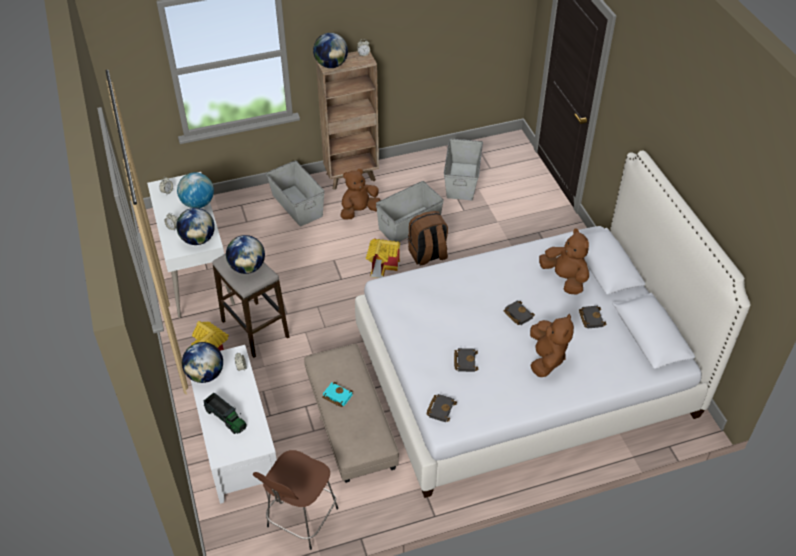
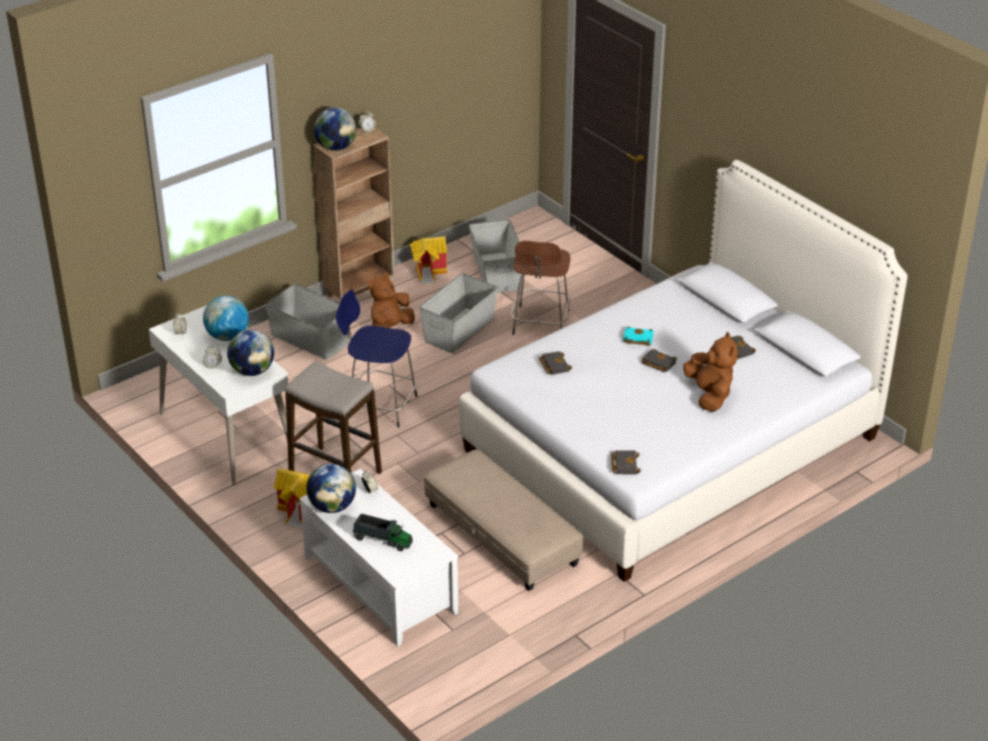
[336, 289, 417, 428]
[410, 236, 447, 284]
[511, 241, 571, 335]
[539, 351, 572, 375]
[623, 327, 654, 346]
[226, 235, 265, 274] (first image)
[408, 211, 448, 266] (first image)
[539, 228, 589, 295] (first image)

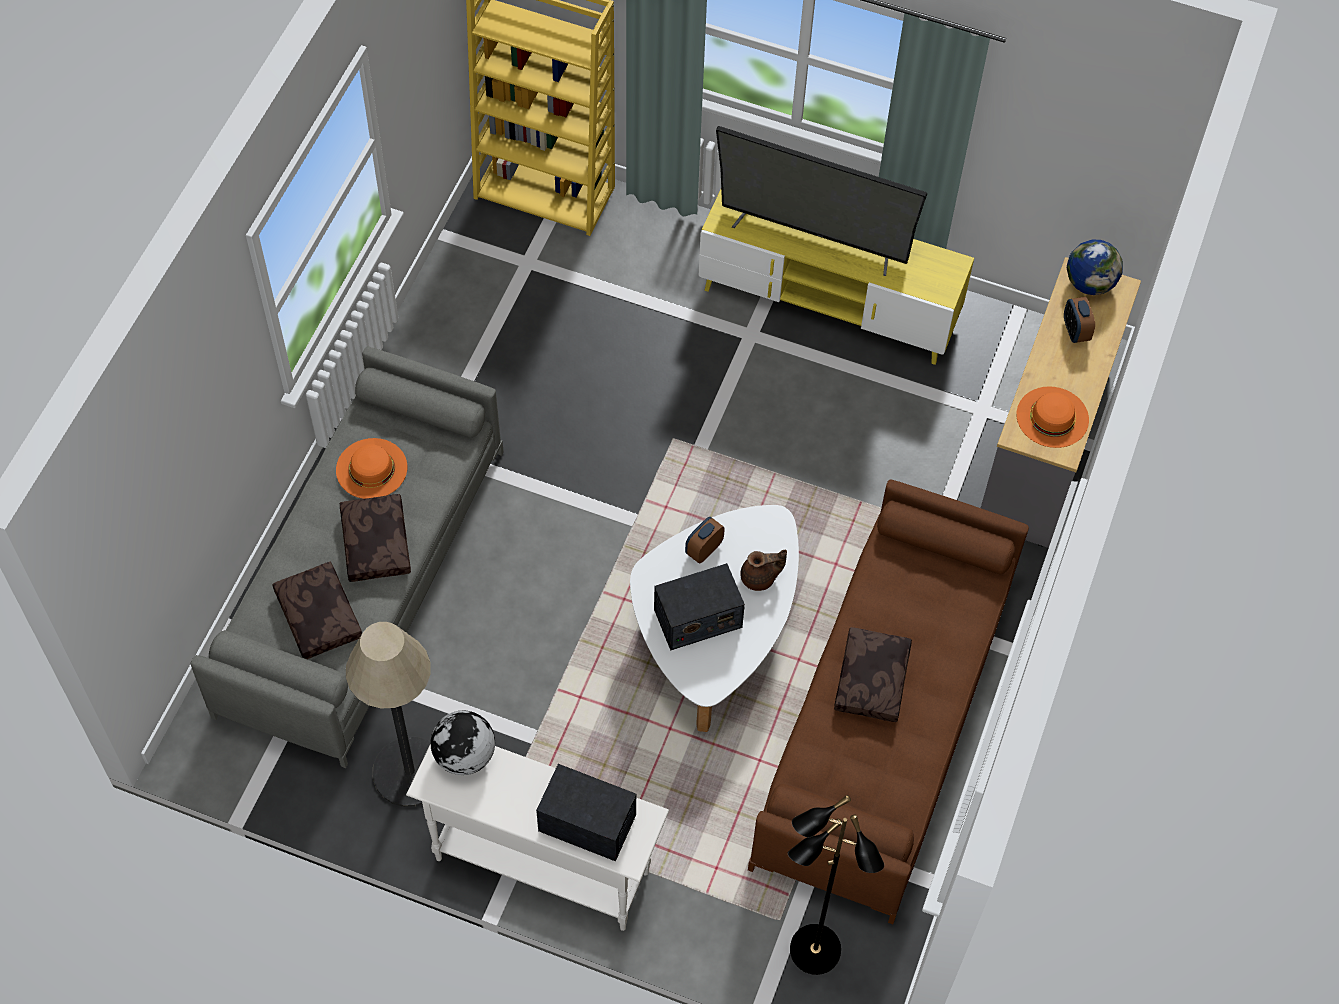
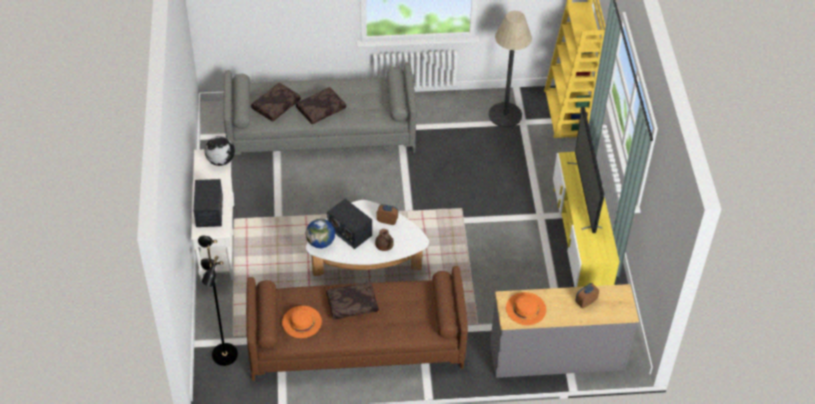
[282, 306, 322, 338]
[306, 219, 335, 248]
[489, 11, 532, 127]

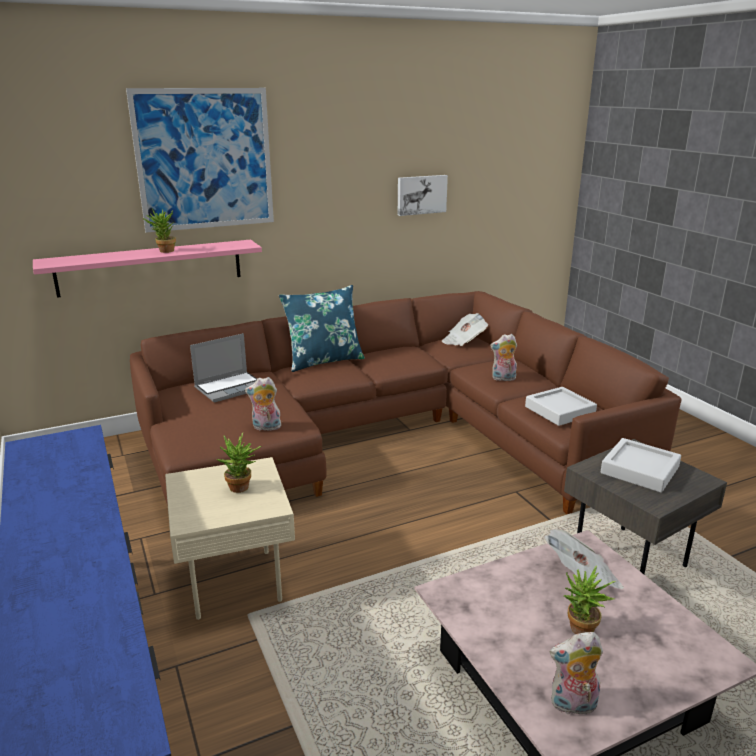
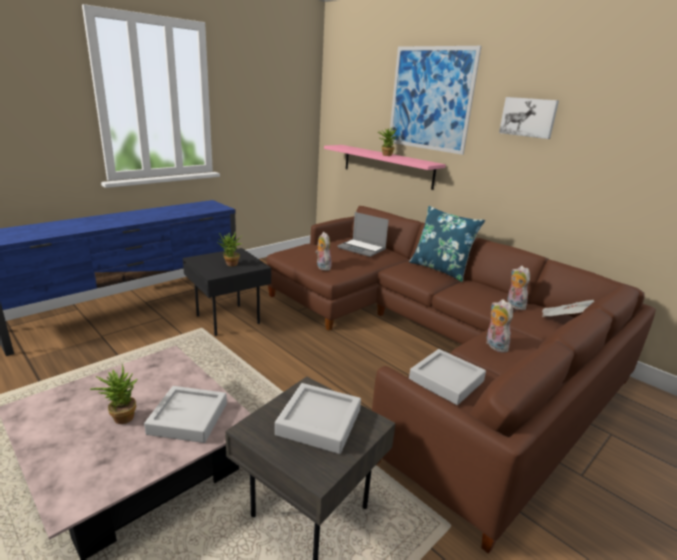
[144, 386, 227, 443]
[183, 248, 271, 336]
[499, 97, 559, 139]
[507, 266, 530, 310]

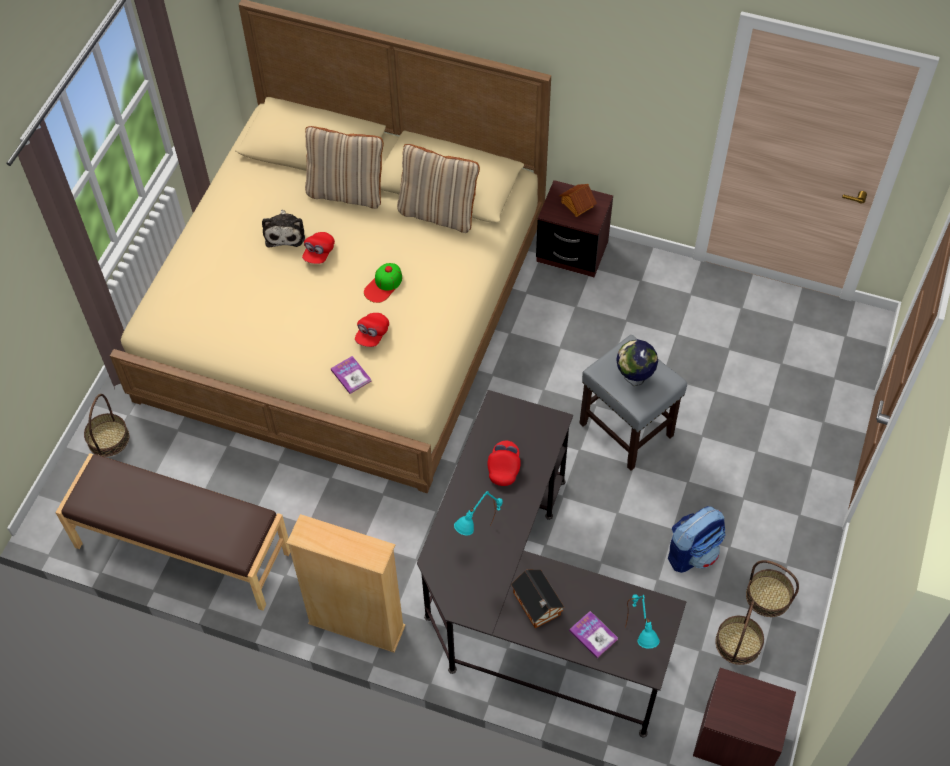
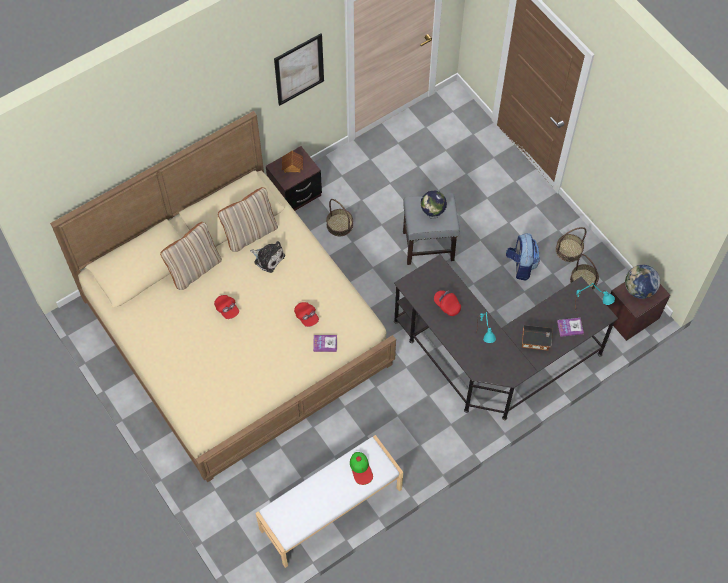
[250, 241, 285, 273]
[255, 435, 403, 568]
[274, 33, 324, 106]
[326, 199, 353, 236]
[350, 452, 373, 485]
[625, 265, 660, 299]
[286, 514, 406, 653] (first image)

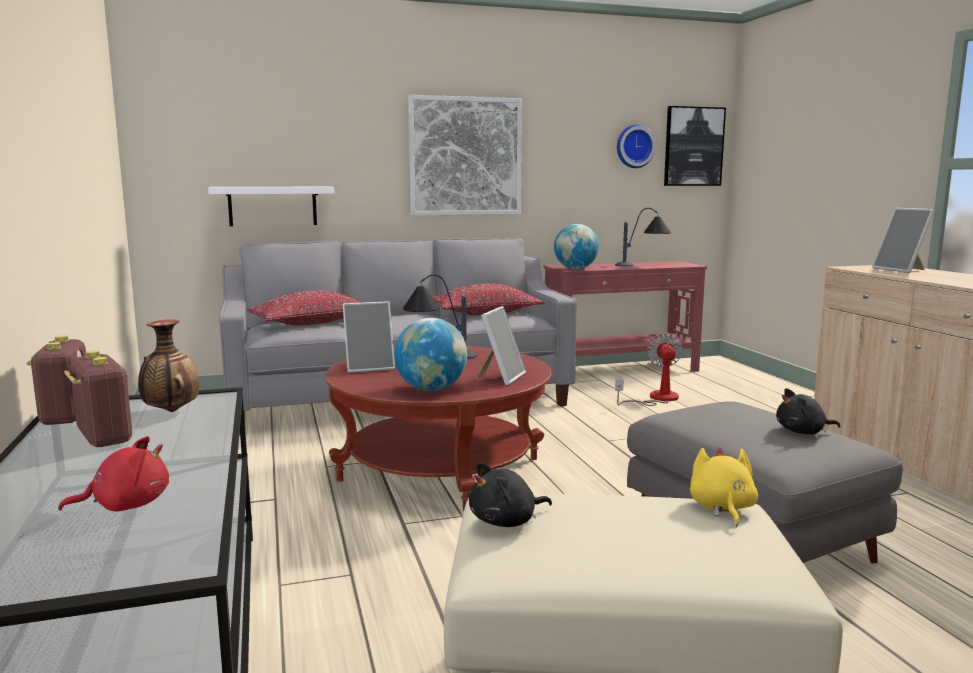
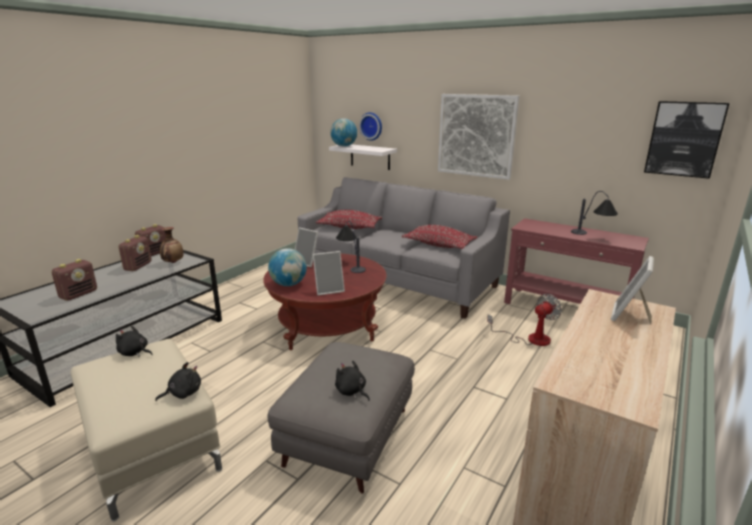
[52, 259, 97, 301]
[155, 362, 201, 401]
[330, 118, 357, 147]
[359, 112, 382, 141]

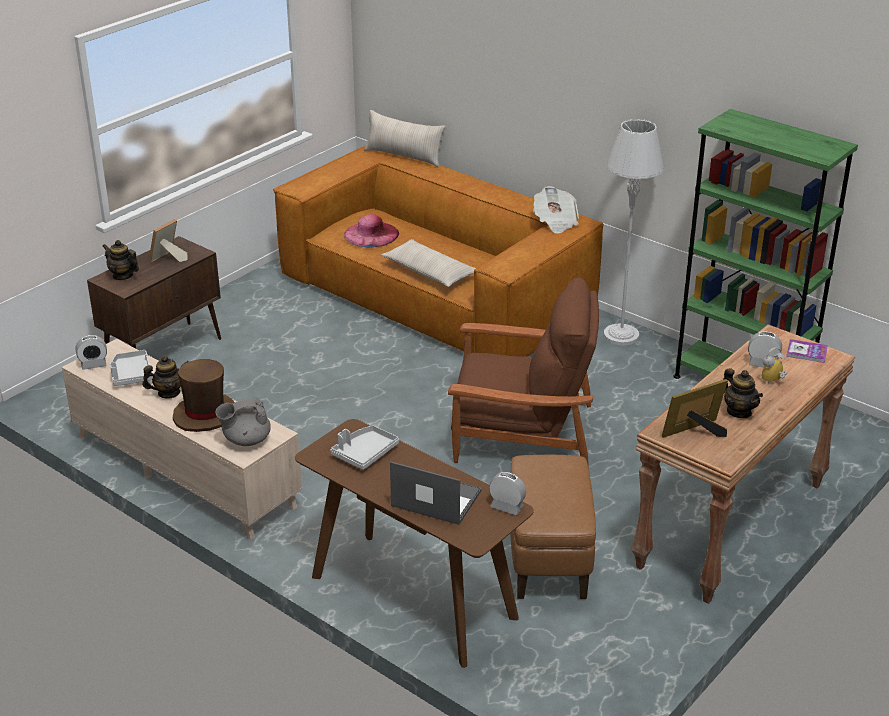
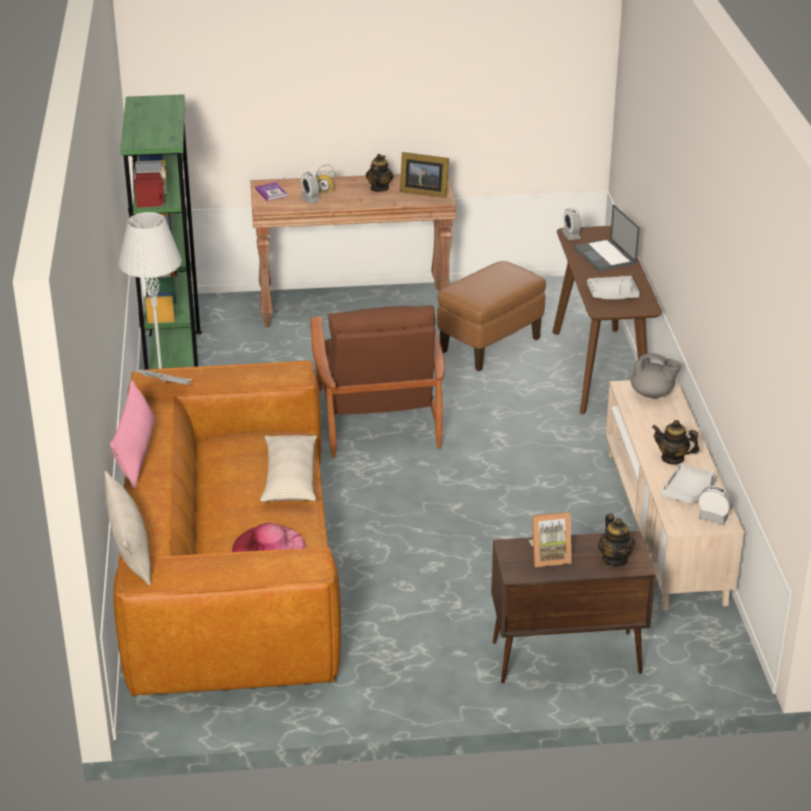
[110, 380, 155, 489]
[311, 305, 445, 457]
[173, 359, 235, 432] (first image)

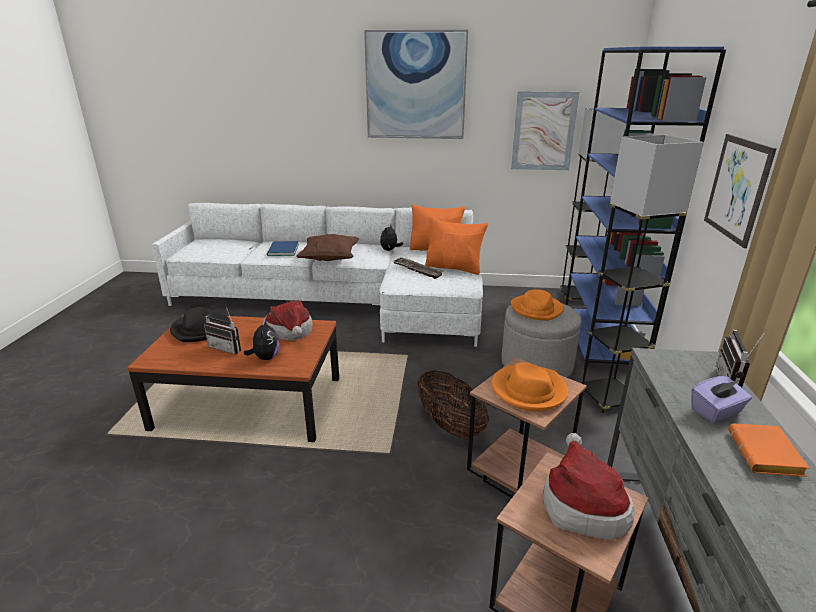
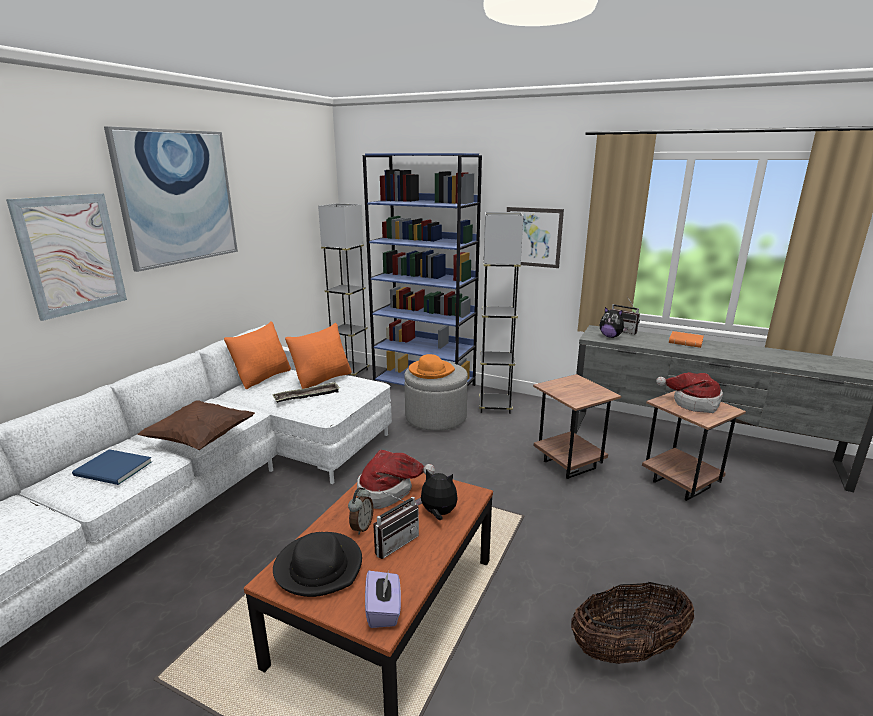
[6, 193, 127, 321]
[348, 488, 374, 535]
[365, 571, 401, 628]
[571, 581, 694, 664]
[600, 307, 628, 338]
[492, 362, 568, 411] (first image)

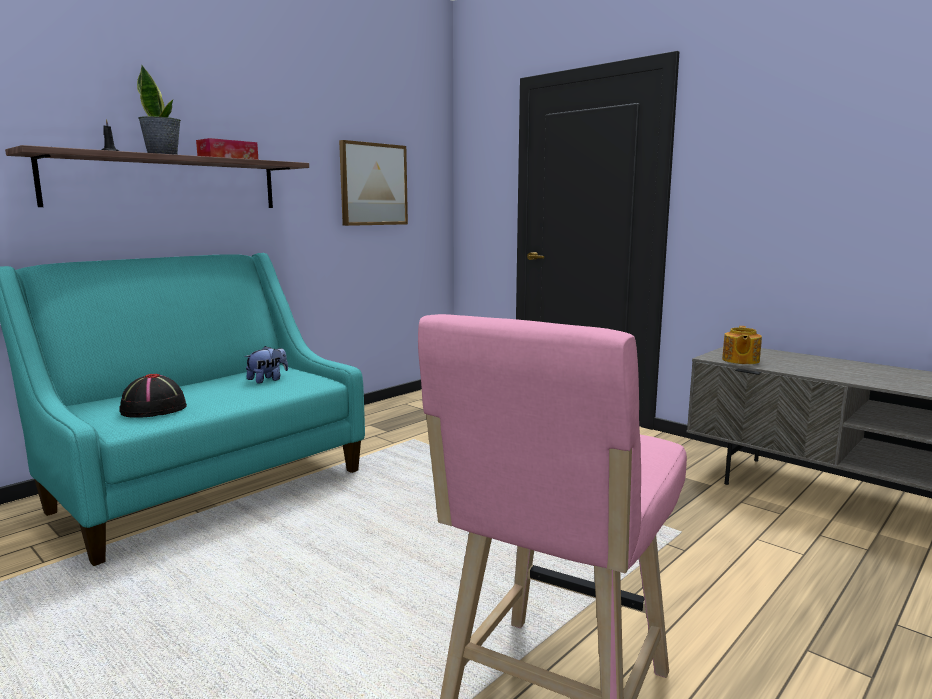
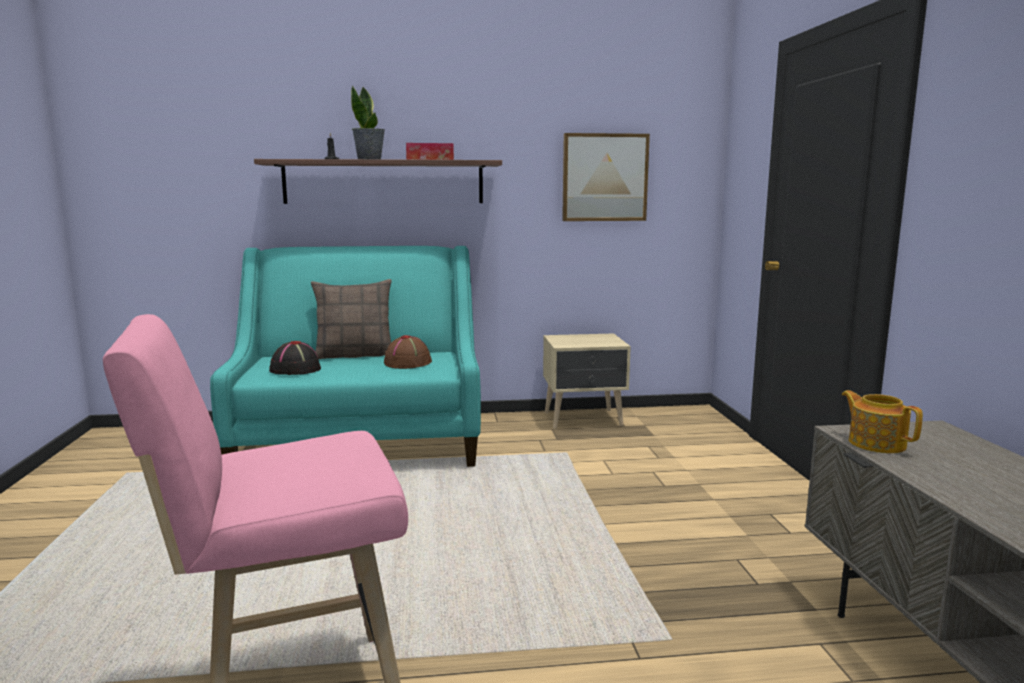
[311, 279, 392, 359]
[384, 335, 432, 369]
[543, 333, 631, 429]
[842, 390, 923, 453]

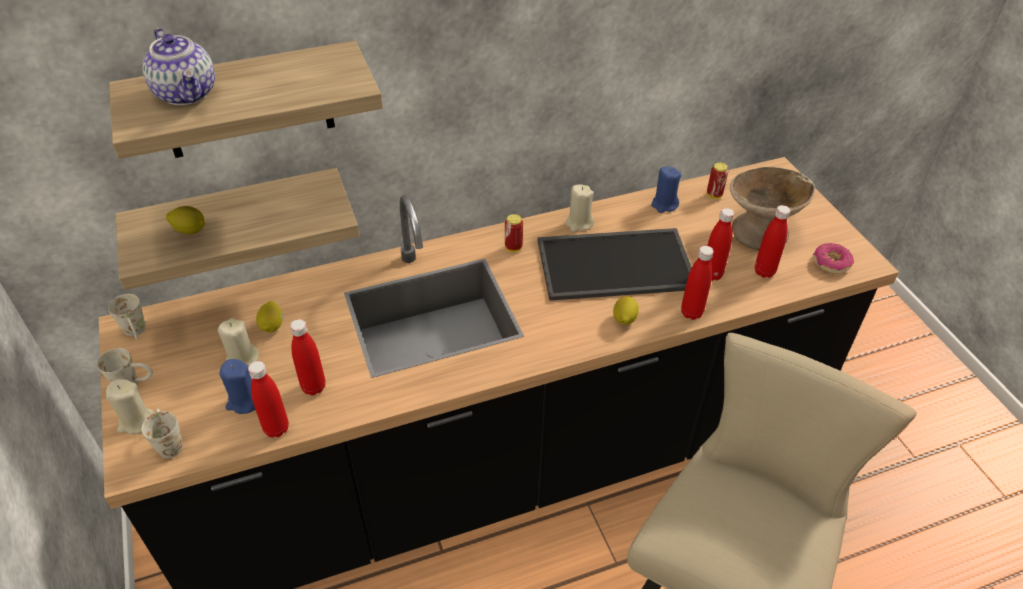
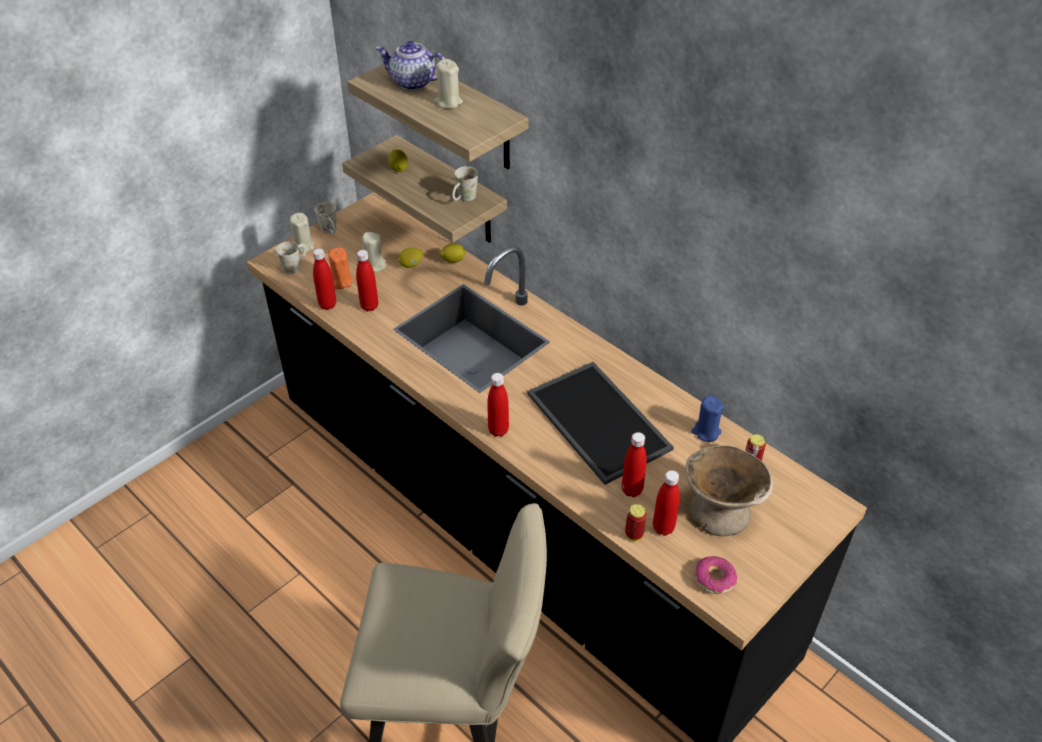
[328, 248, 353, 289]
[376, 41, 445, 91]
[434, 59, 463, 109]
[440, 243, 466, 263]
[452, 166, 478, 201]
[487, 373, 509, 437]
[625, 504, 647, 541]

